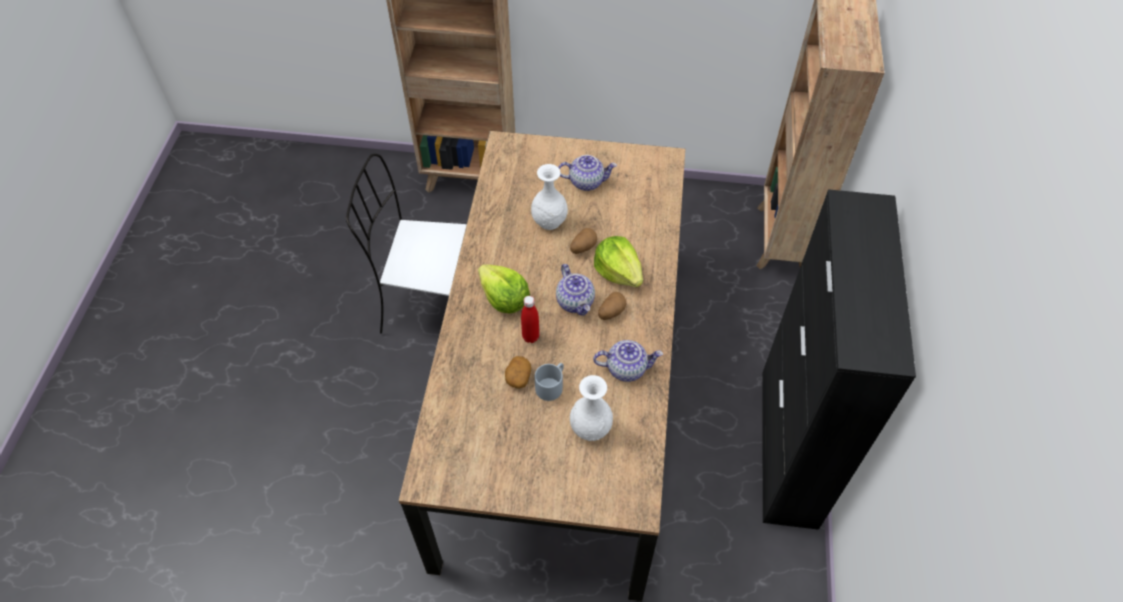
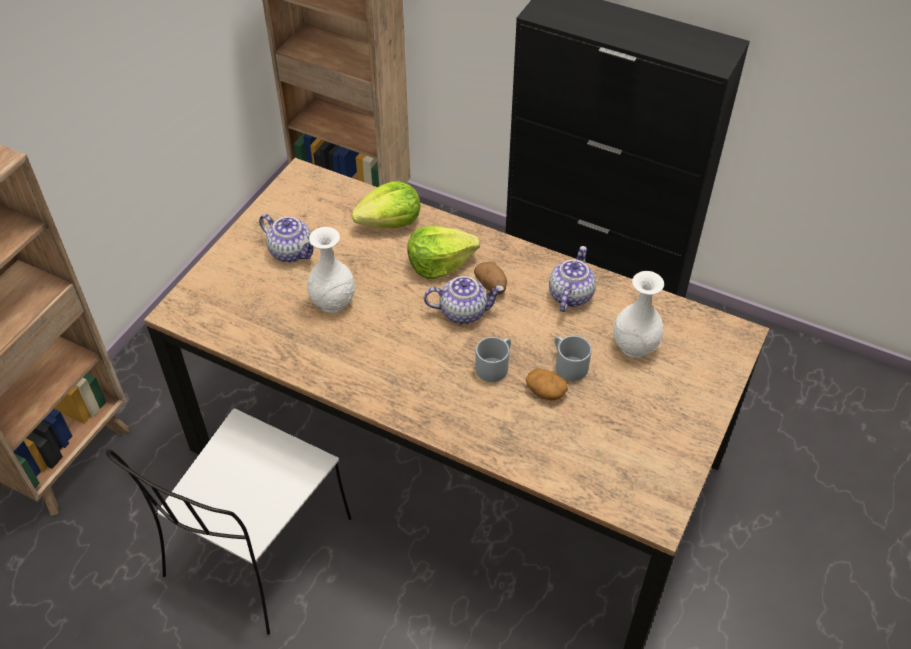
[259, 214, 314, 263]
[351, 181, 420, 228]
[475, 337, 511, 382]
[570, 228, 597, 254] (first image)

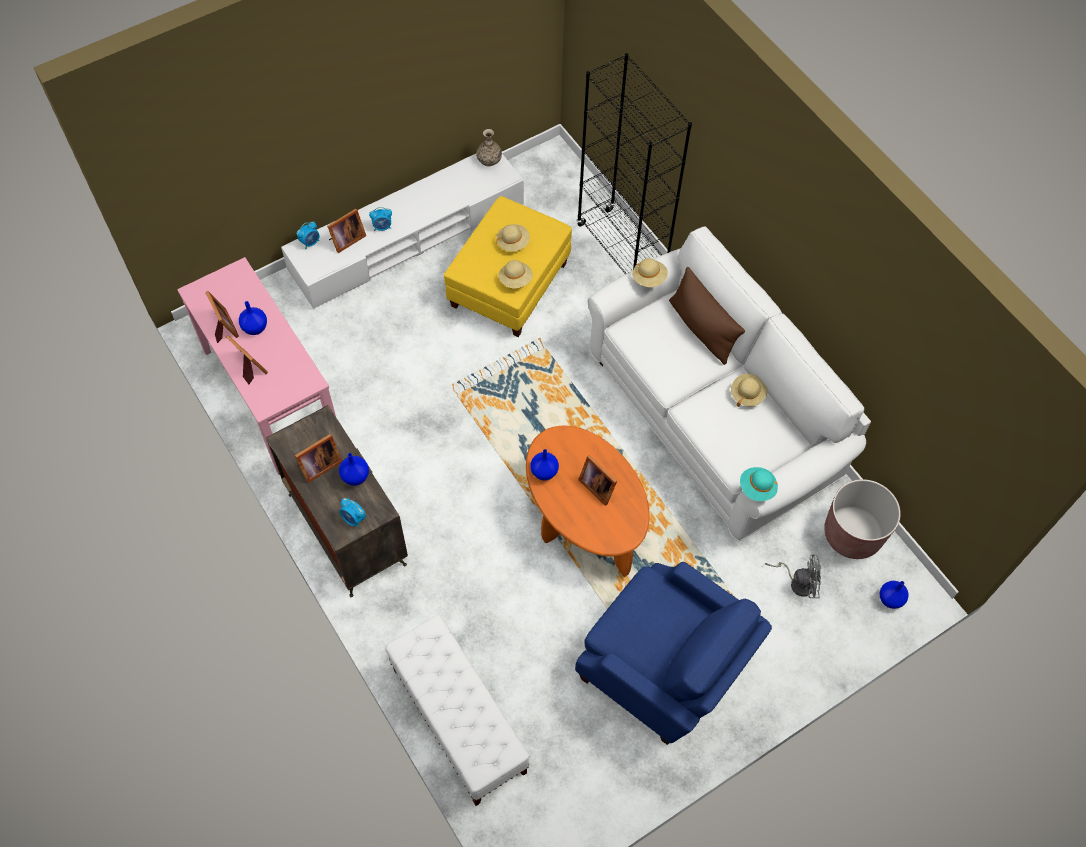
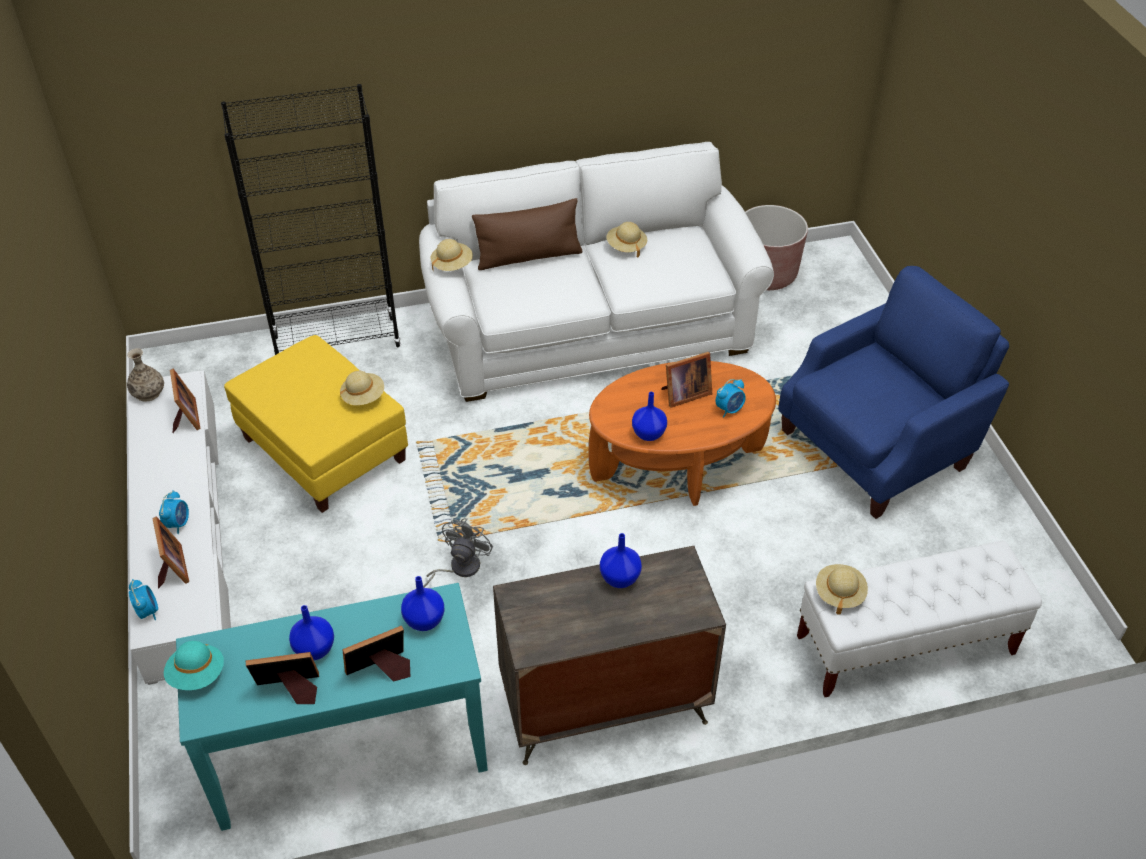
[164, 641, 224, 690]
[170, 369, 201, 433]
[176, 583, 488, 831]
[401, 576, 444, 631]
[423, 518, 493, 588]
[716, 379, 746, 418]
[816, 564, 868, 615]

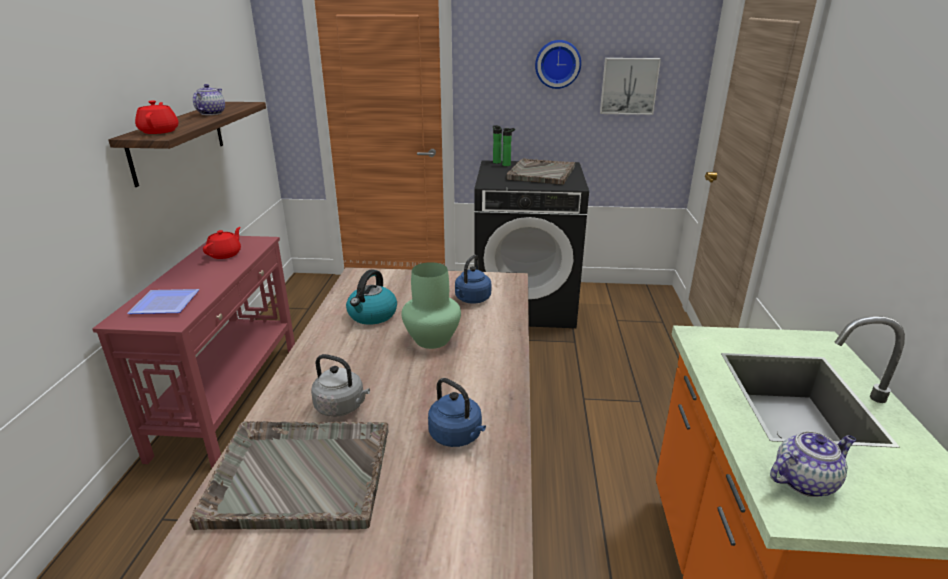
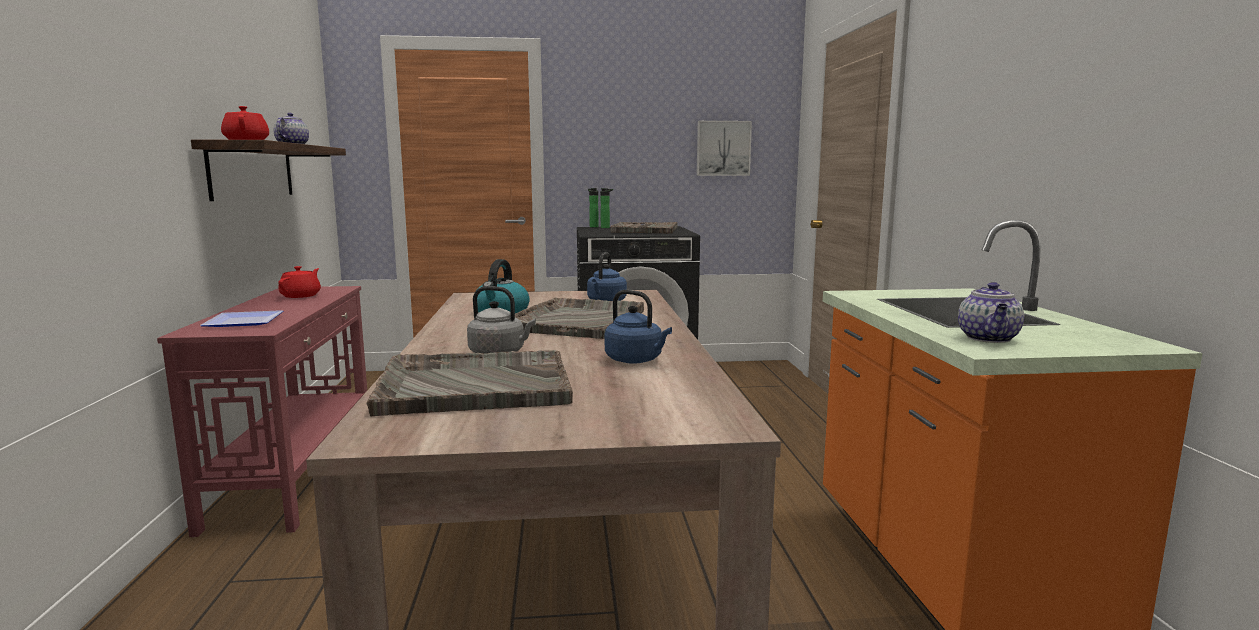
[515, 298, 644, 339]
[958, 282, 1024, 343]
[535, 40, 581, 89] (first image)

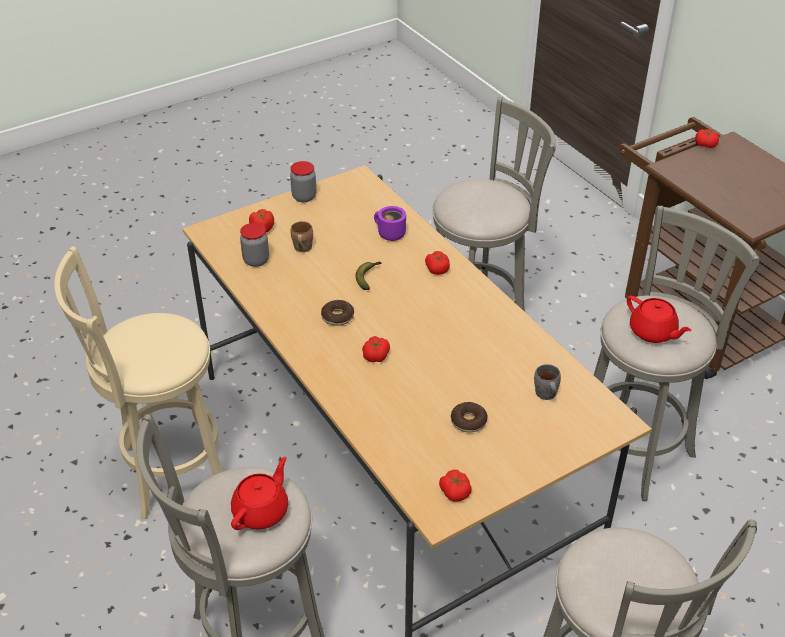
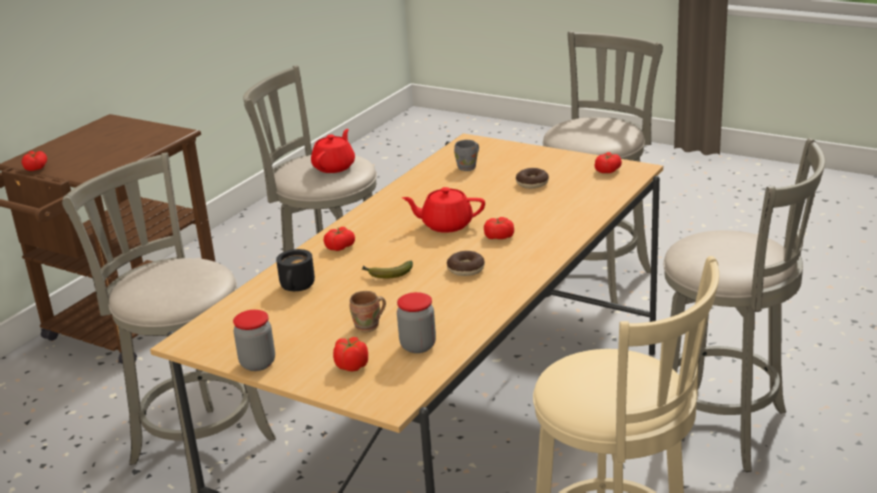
[276, 249, 315, 291]
[402, 187, 485, 233]

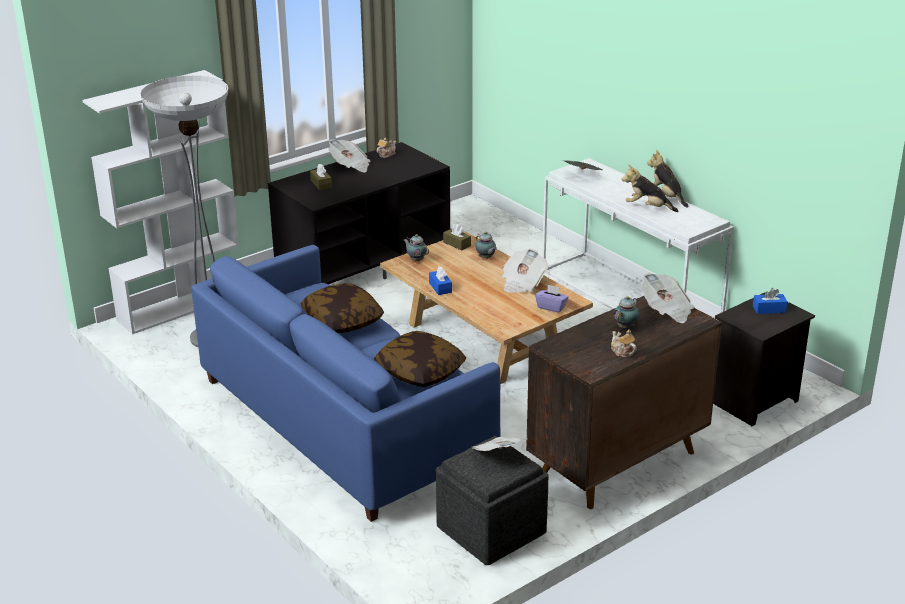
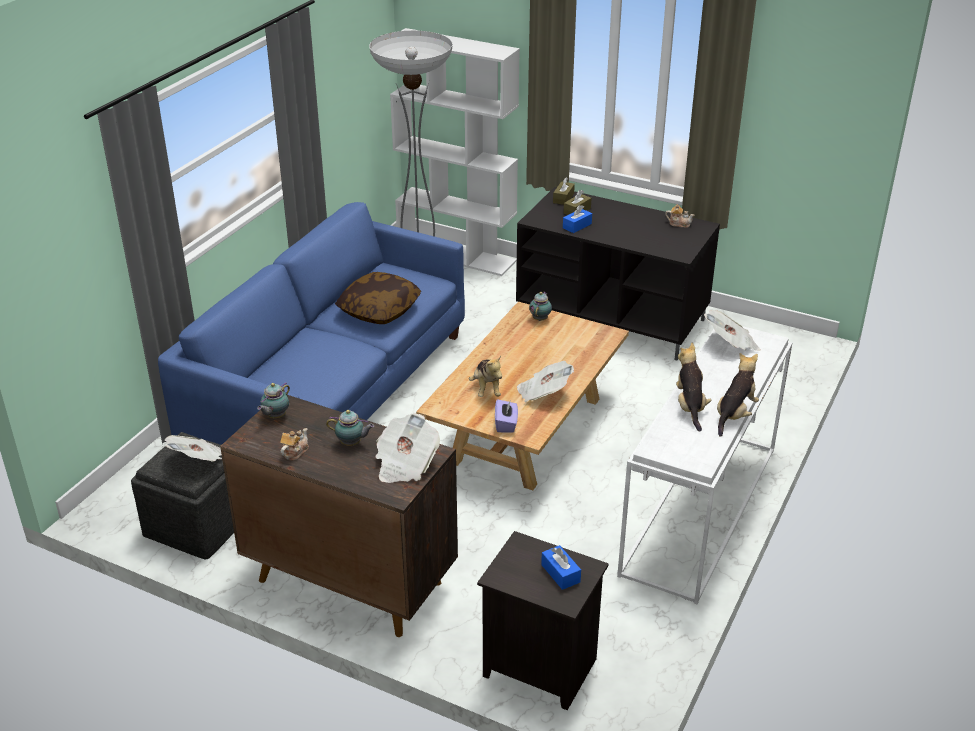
[257, 383, 290, 418]
[469, 356, 502, 397]
[553, 178, 575, 205]
[563, 205, 592, 233]
[328, 139, 371, 172] (first image)
[374, 331, 466, 387] (first image)

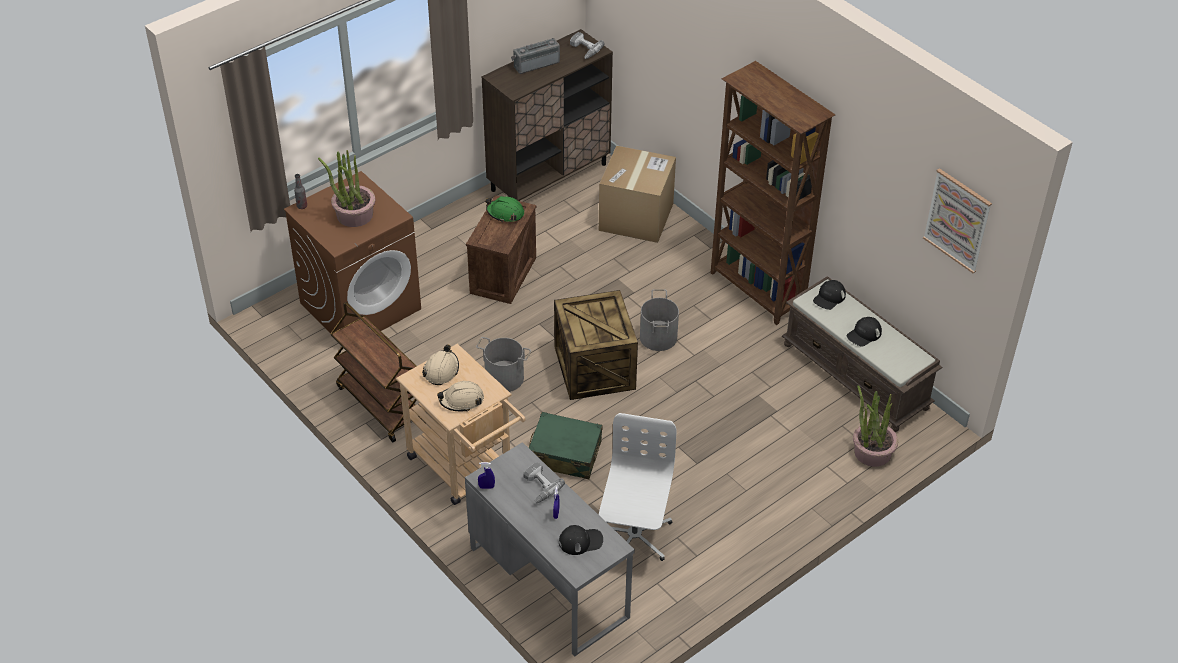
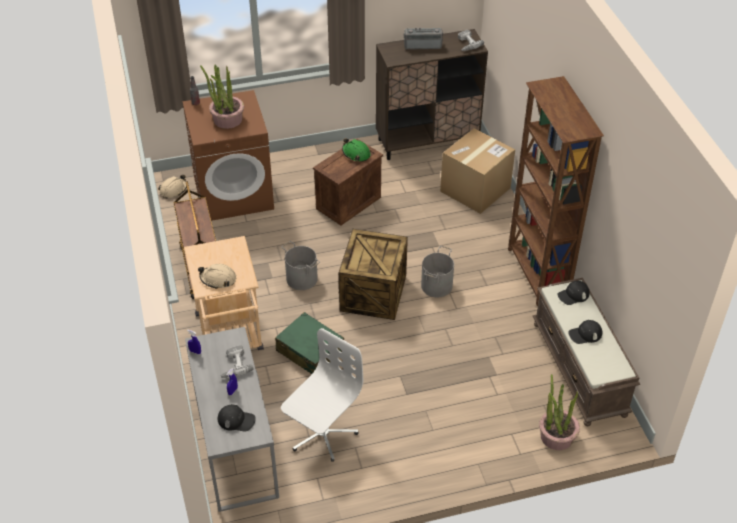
[159, 175, 186, 199]
[923, 168, 992, 273] (first image)

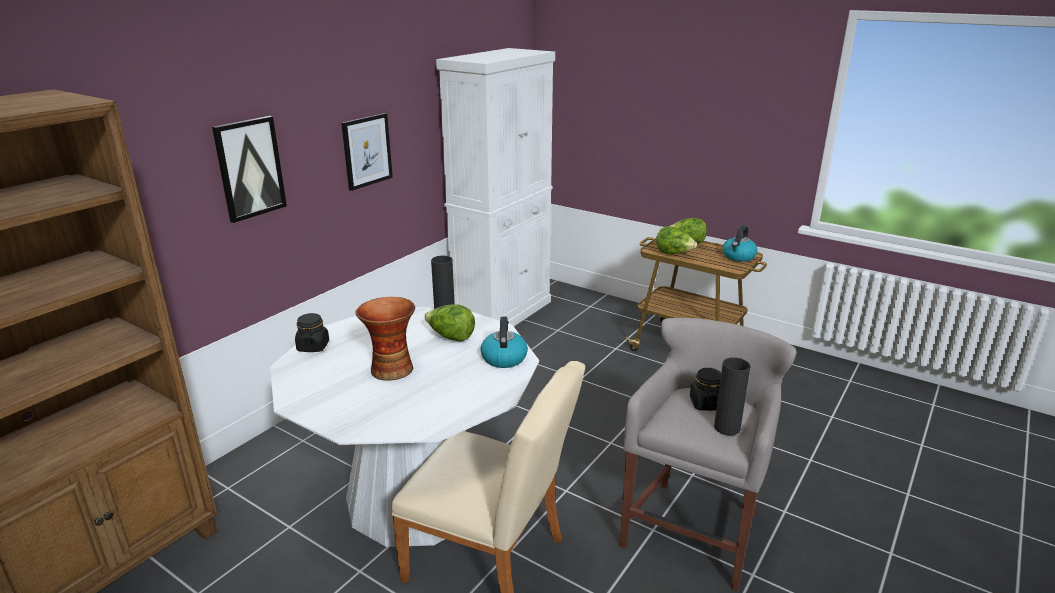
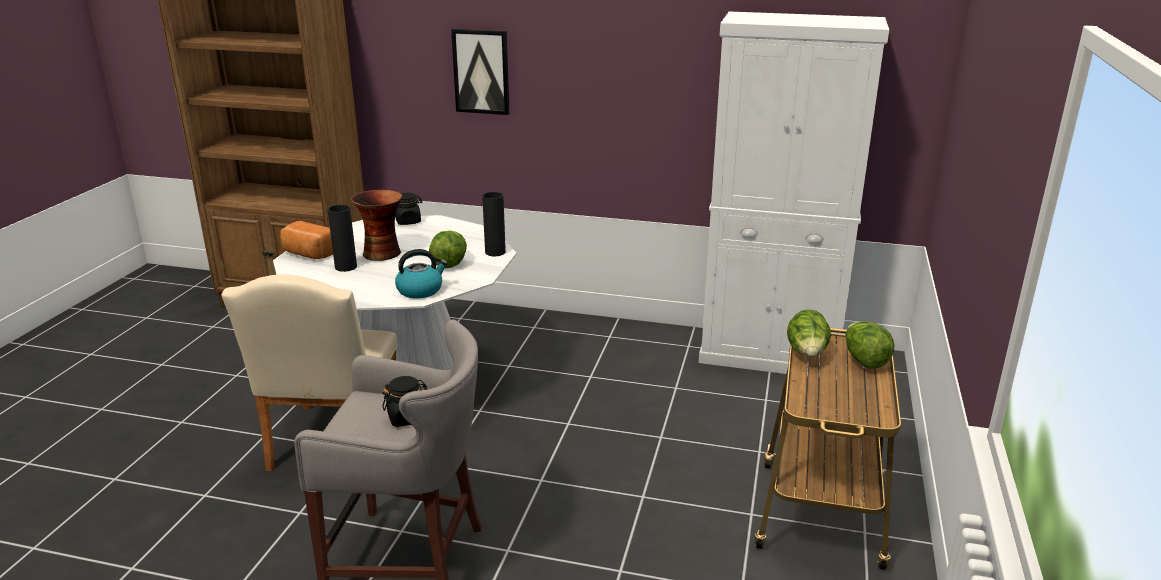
[280, 221, 333, 259]
[327, 205, 357, 272]
[341, 113, 393, 191] (first image)
[722, 225, 758, 262] (first image)

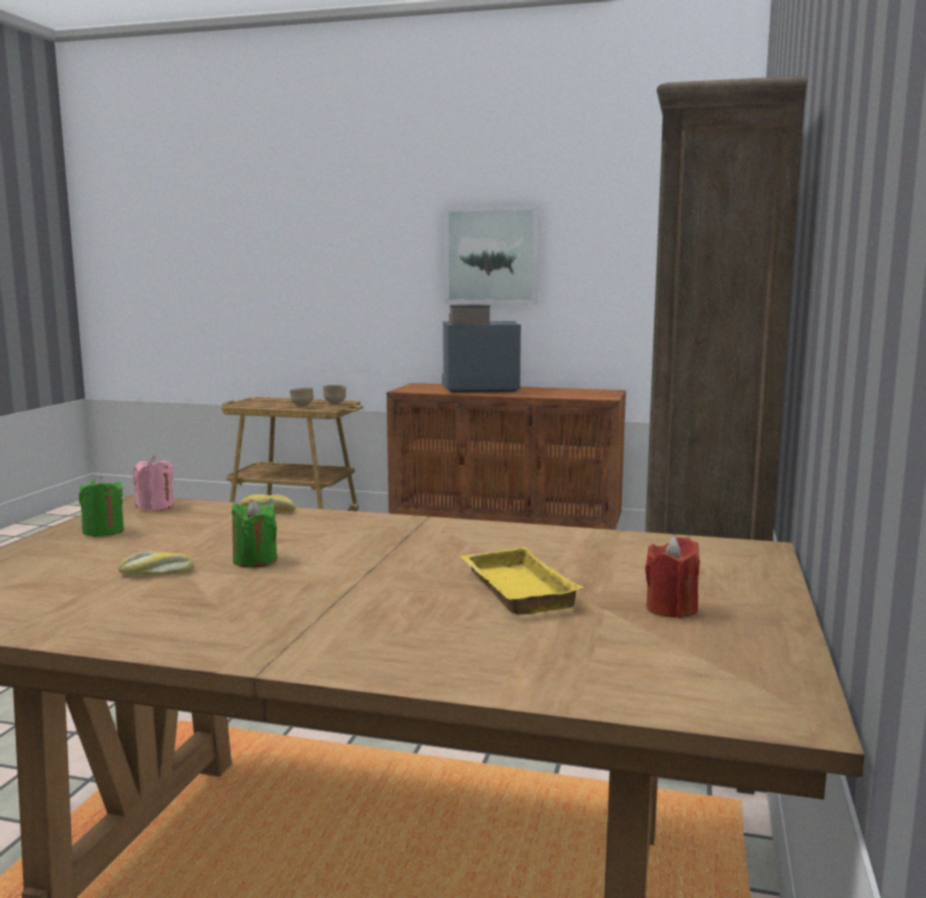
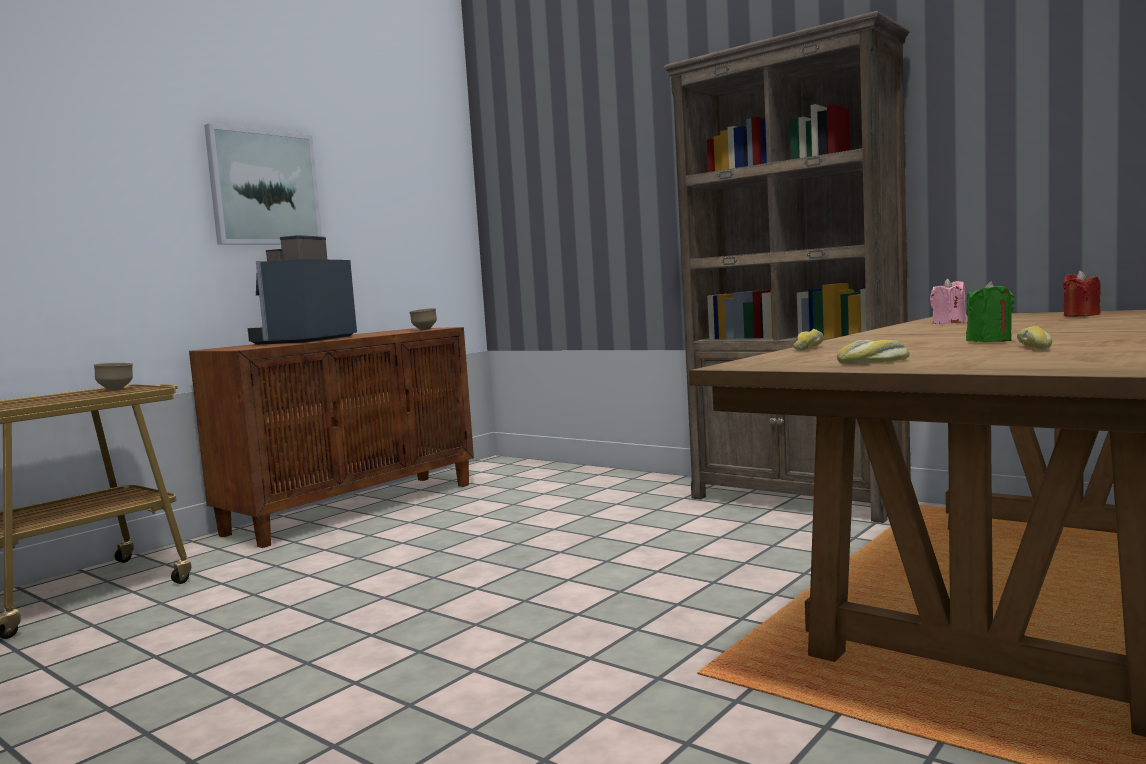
[409, 308, 437, 330]
[837, 340, 910, 364]
[930, 279, 966, 324]
[460, 547, 584, 615] (first image)

